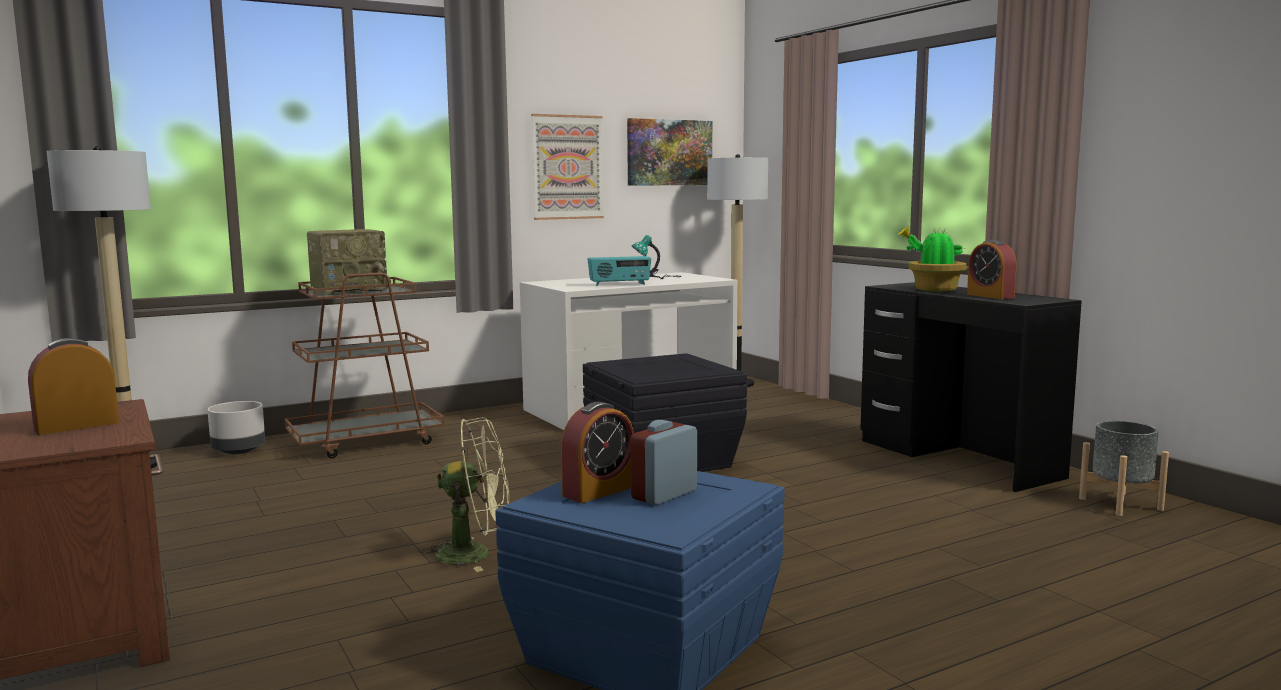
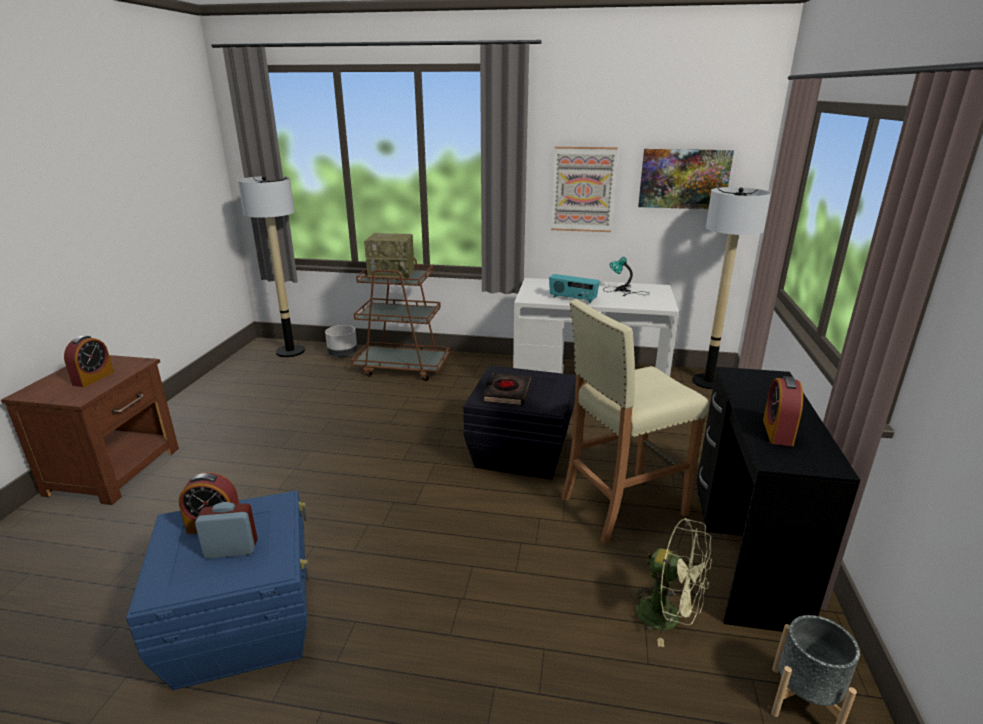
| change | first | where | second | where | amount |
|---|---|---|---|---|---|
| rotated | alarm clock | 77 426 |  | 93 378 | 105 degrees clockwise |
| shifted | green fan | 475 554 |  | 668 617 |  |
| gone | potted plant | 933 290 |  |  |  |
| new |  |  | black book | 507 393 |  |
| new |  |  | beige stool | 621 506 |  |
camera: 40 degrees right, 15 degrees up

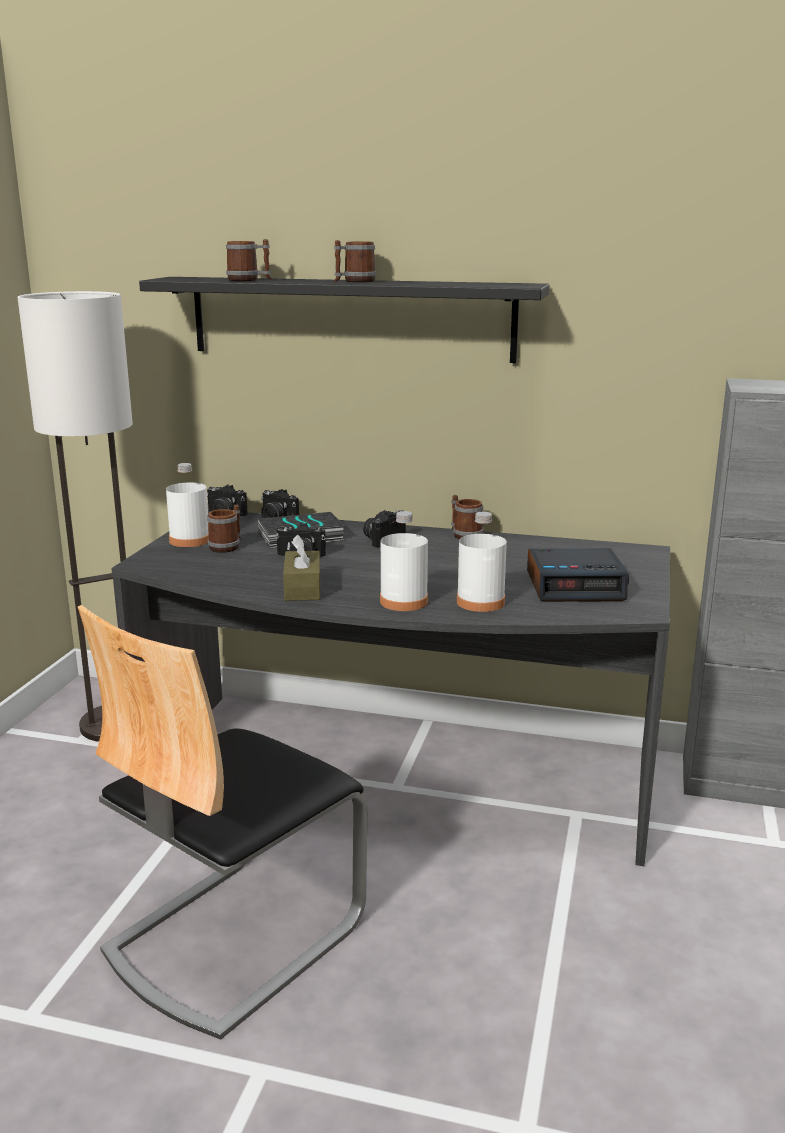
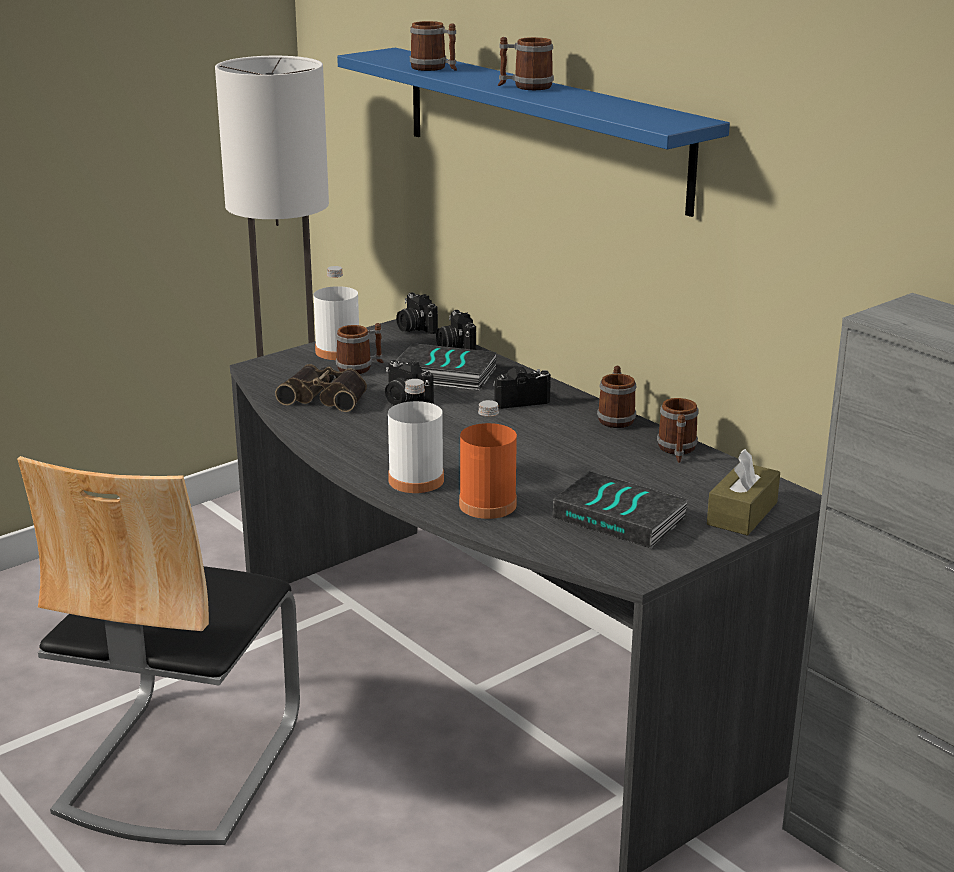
| change | first | where | second | where | amount |
|---|---|---|---|---|---|
| rotated | chair | 233 936 |  | 179 764 | 60 degrees counterclockwise |
| repainted | black shelf | 350 318 | blue shelf | 541 126 |  |
| shifted | brown tissue box | 302 588 |  | 742 513 |  |
| repainted | white bottle | 480 602 | orange bottle | 488 505 |  |
| swapped | alarm clock | 576 586 | book | 621 518 |  |
| new |  |  | binoculars | 326 397 |  |
| new |  |  | mug | 677 451 |  |
camera: 35 degrees right, 5 degrees up

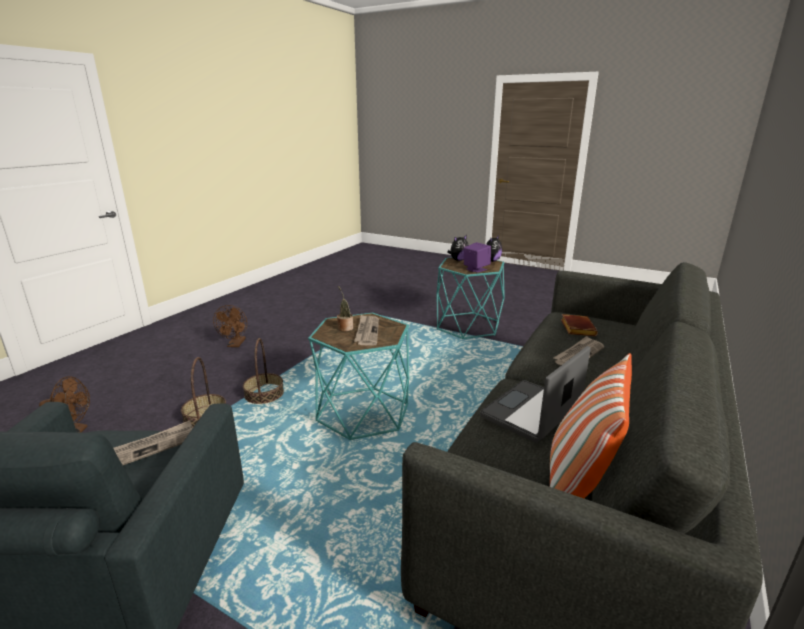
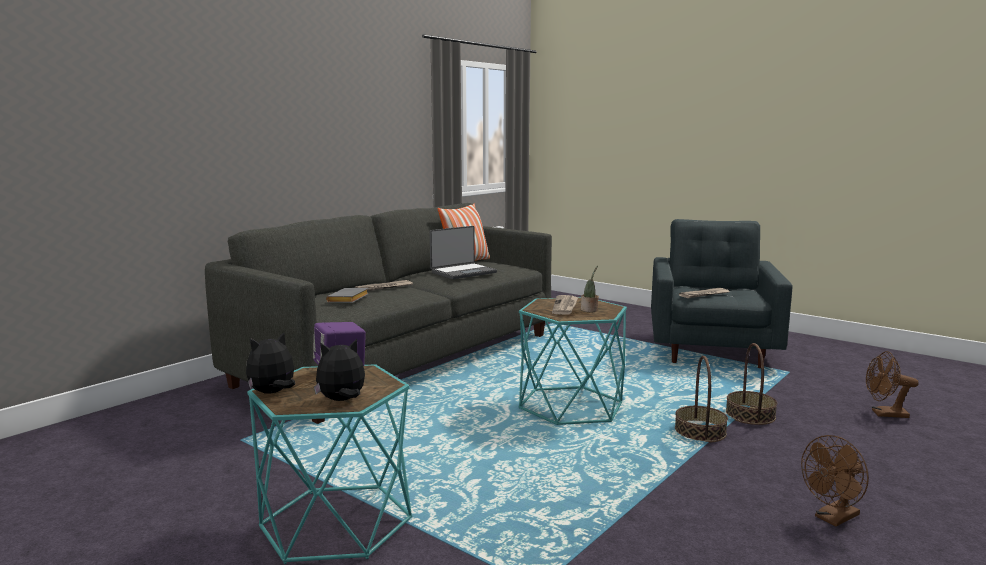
| change | first | where | second | where | amount |
|---|---|---|---|---|---|
| rotated | brown fan | 235 344 |  | 833 518 | 135 degrees counterclockwise |
| repainted | brown book | 576 328 | grey book | 348 300 |  |
camera: 170 degrees left, 10 degrees down

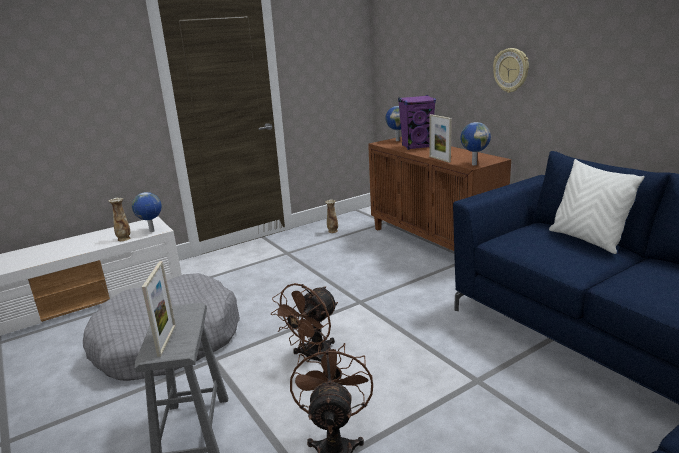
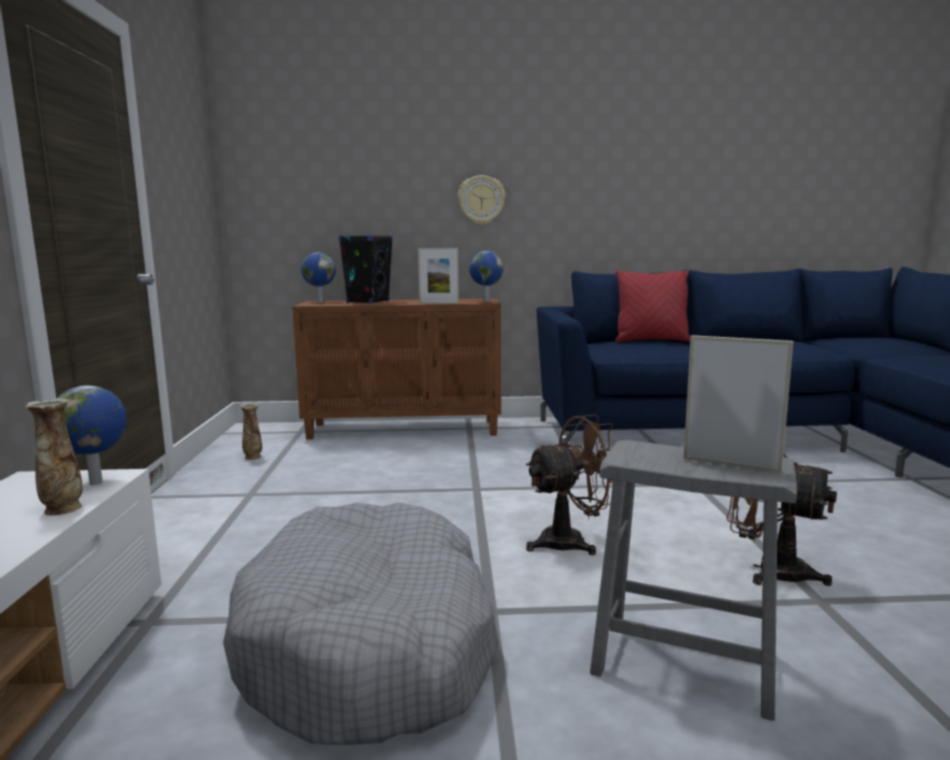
| change | first | where | second | where | amount |
|---|---|---|---|---|---|
| rotated | brown fan | 312 358 |  | 572 541 | 90 degrees counterclockwise |
| repainted | purple speaker | 416 146 | black speaker | 368 302 |  |
| repainted | white pillow | 587 240 | red pillow | 651 341 |  |
camera: 60 degrees left, 10 degrees down

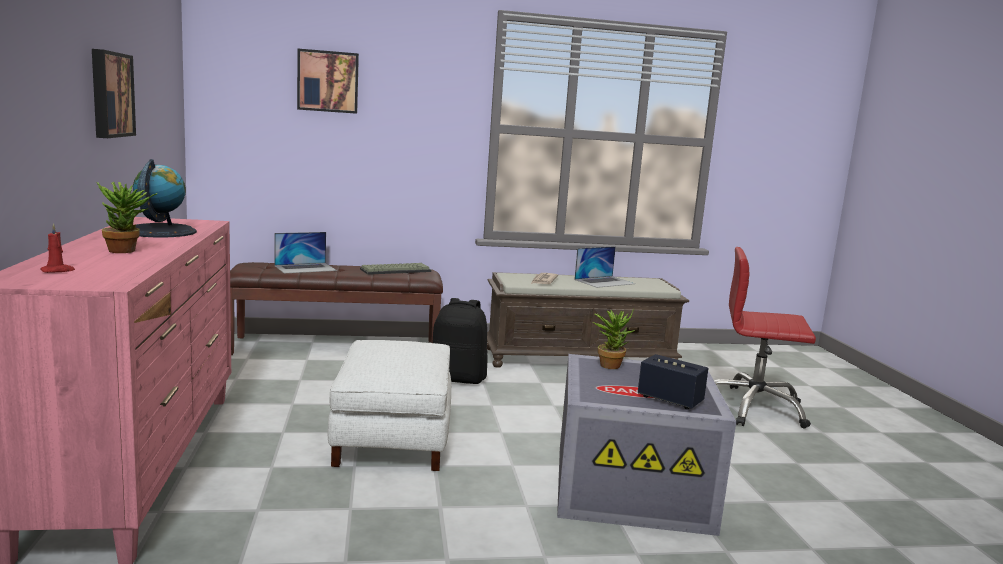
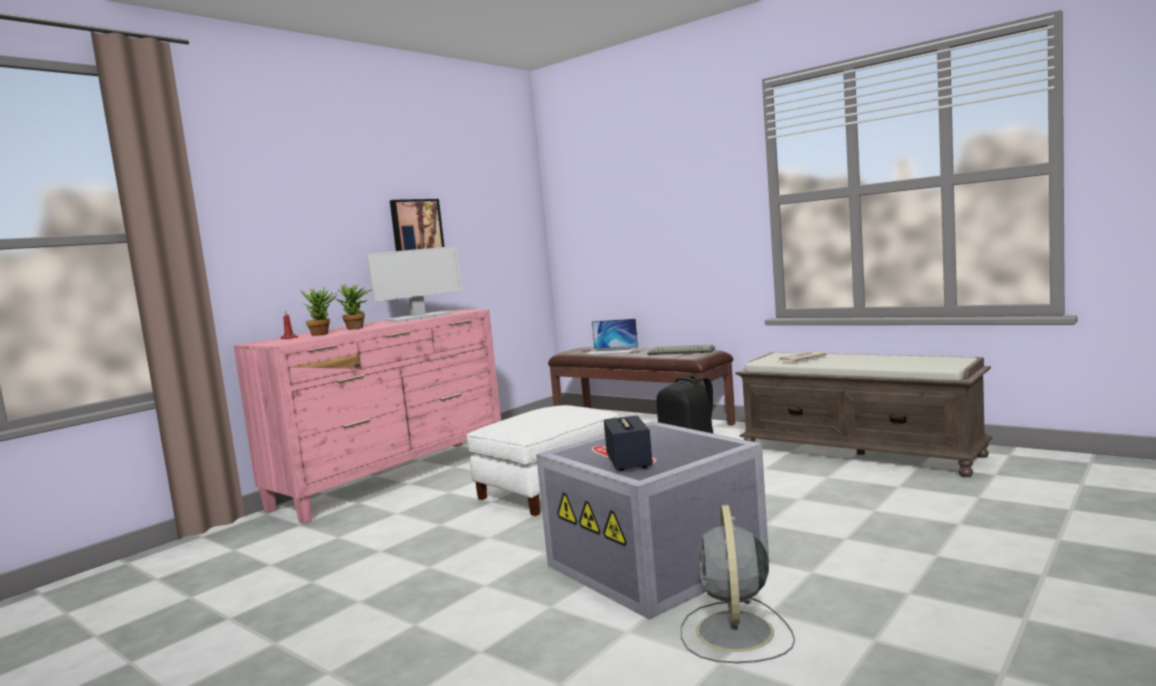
| change | first | where | second | where | amount |
|---|---|---|---|---|---|
| swapped | globe | 160 231 | monitor | 419 317 |  |
| gone | picture | 328 81 |  |  |  |
| gone | laptop | 604 281 |  |  |  |
| shifted | potted plant | 609 364 |  | 323 334 |  |
| gone | red office chair | 753 408 |  |  |  |
| new |  |  | grey fan | 735 633 |  |
camera: 50 degrees right, 5 degrees down

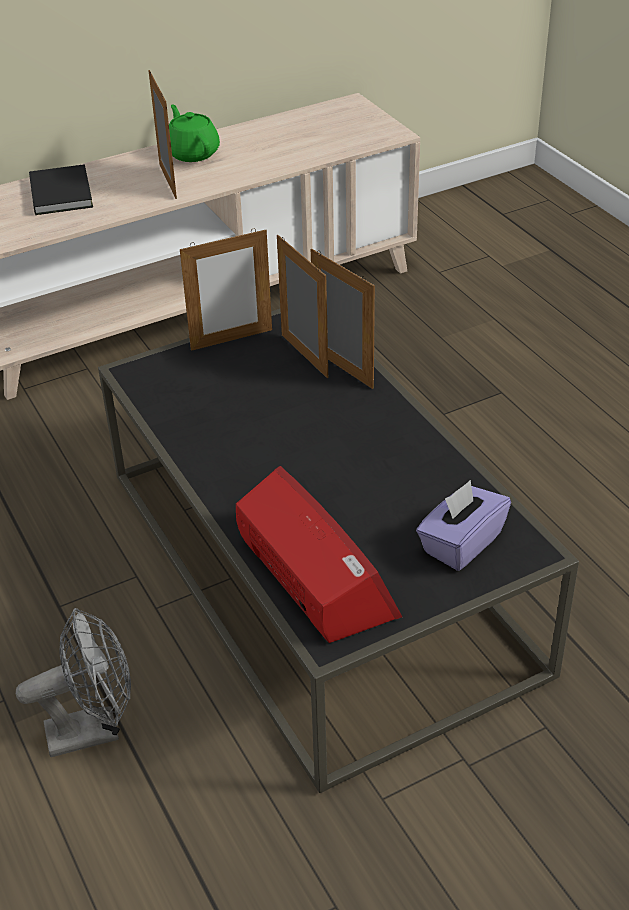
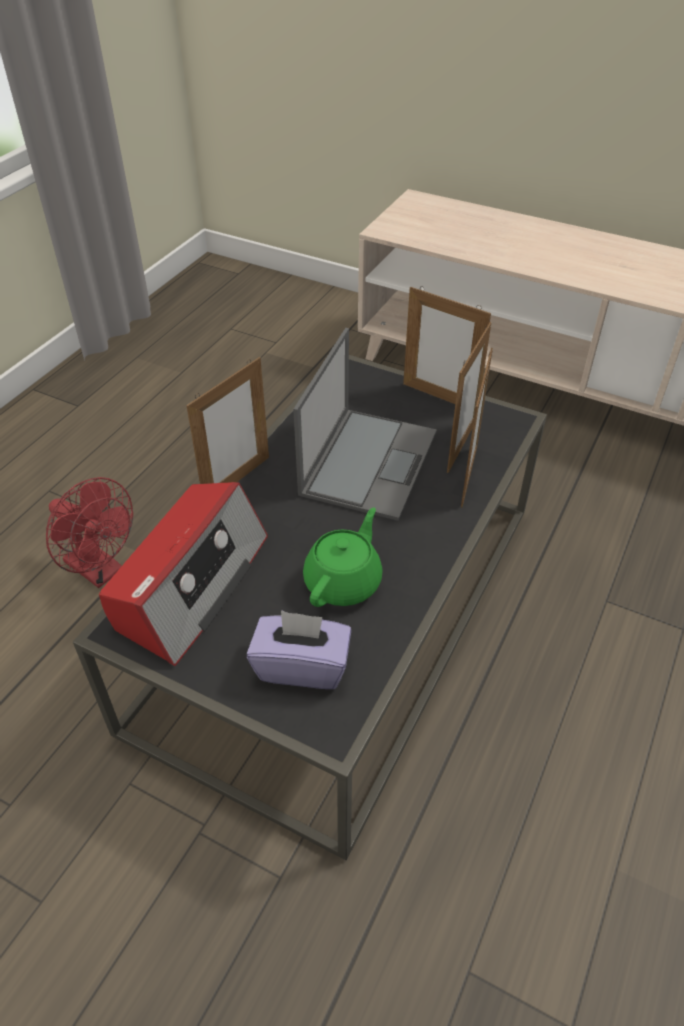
| change | first | where | second | where | amount |
|---|---|---|---|---|---|
| repainted | grey fan | 94 729 | red fan | 101 570 |  |
| gone | black book | 62 192 |  |  |  |
| shifted | picture frame | 167 181 |  | 237 481 |  |
| shifted | green teapot | 192 153 |  | 344 581 |  |
| new |  |  | laptop | 369 461 |  |
camera: 55 degrees right, 5 degrees up

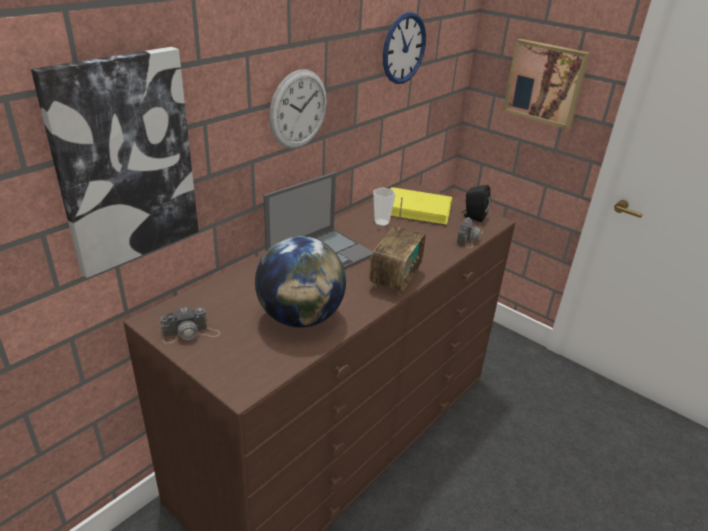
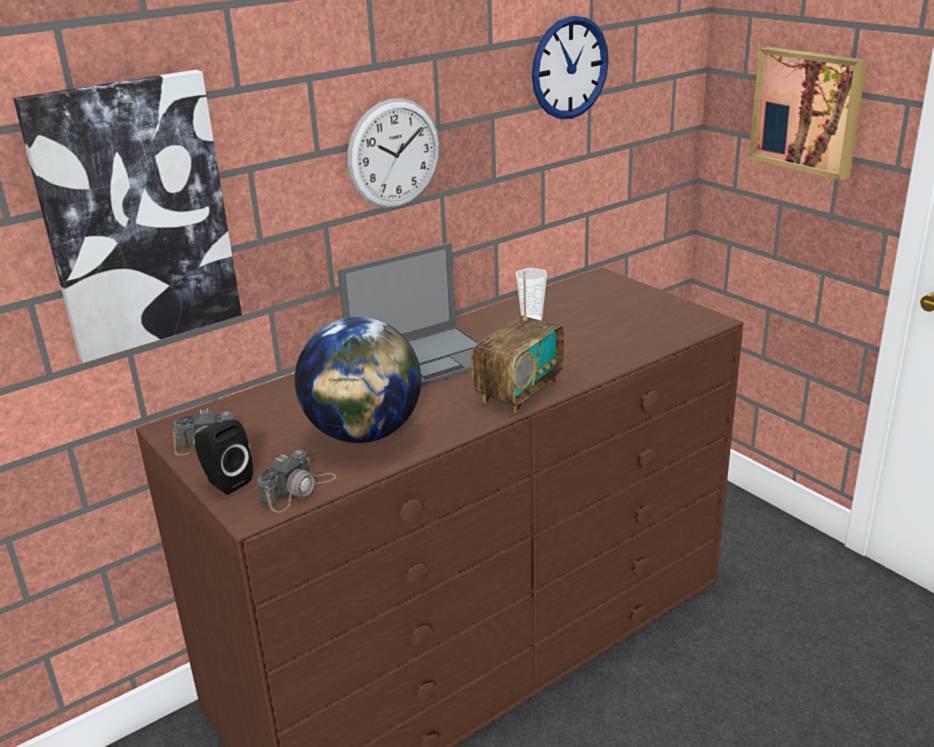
| change | first | where | second | where | amount |
|---|---|---|---|---|---|
| gone | yellow book | 417 210 |  |  |  |
| shifted | photo camera | 469 238 |  | 298 490 |  |
| shifted | black speaker | 473 217 |  | 225 481 |  |
camera: 15 degrees right, 5 degrees down

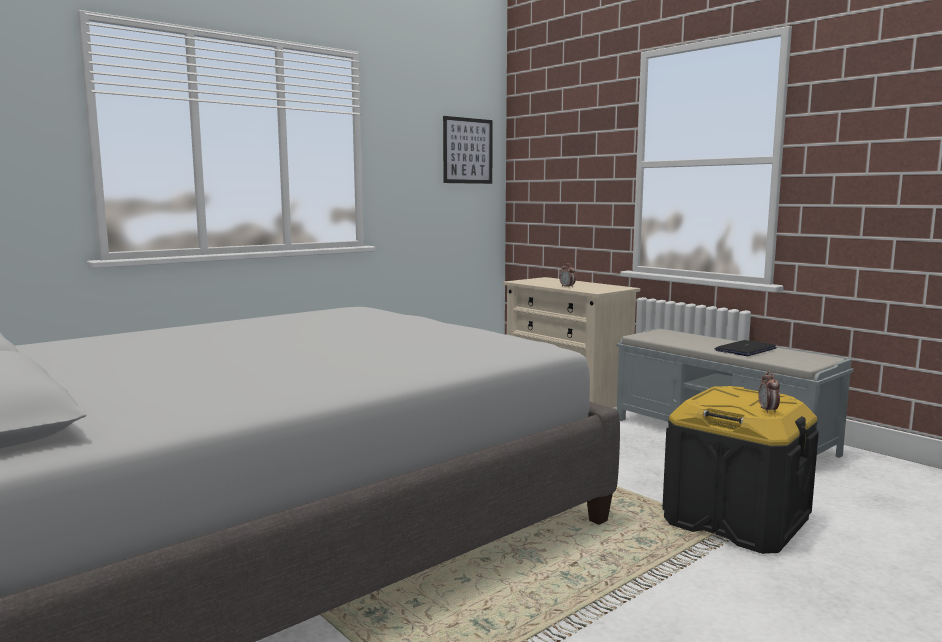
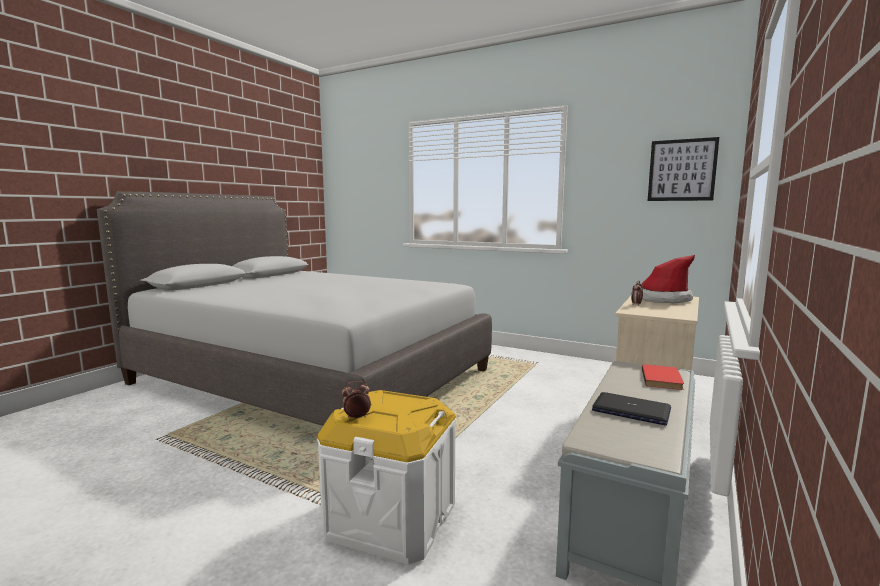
| change | first | where | second | where | amount |
|---|---|---|---|---|---|
| repainted | black storage box | 736 520 | white storage box | 391 519 |  |
| new |  |  | hat | 663 299 |  |
| new |  |  | red book | 663 379 |  |
camera: 70 degrees right, 0 degrees up

